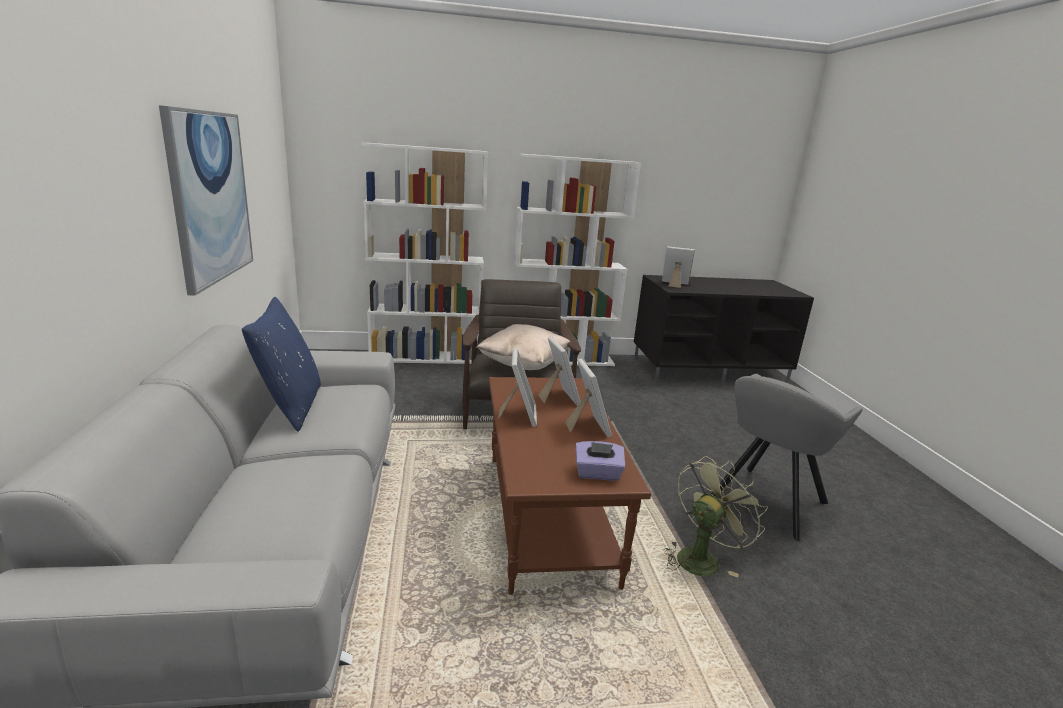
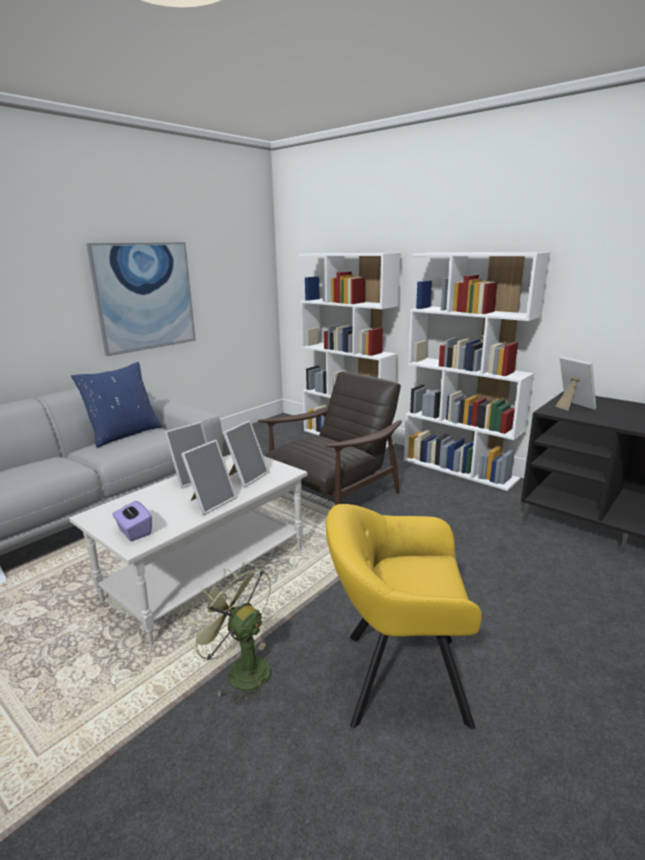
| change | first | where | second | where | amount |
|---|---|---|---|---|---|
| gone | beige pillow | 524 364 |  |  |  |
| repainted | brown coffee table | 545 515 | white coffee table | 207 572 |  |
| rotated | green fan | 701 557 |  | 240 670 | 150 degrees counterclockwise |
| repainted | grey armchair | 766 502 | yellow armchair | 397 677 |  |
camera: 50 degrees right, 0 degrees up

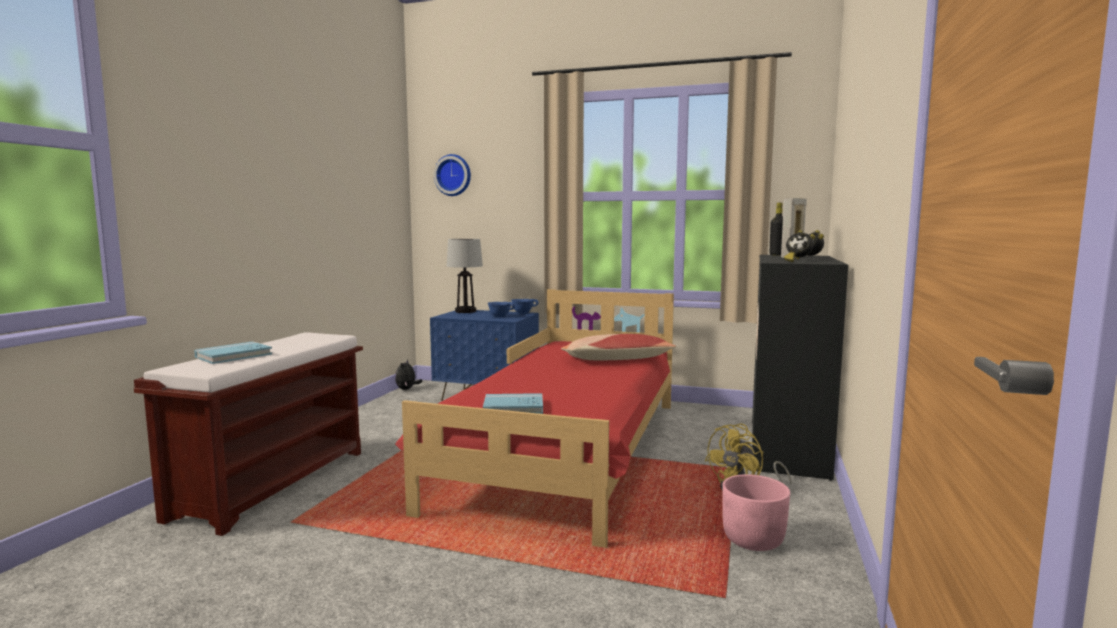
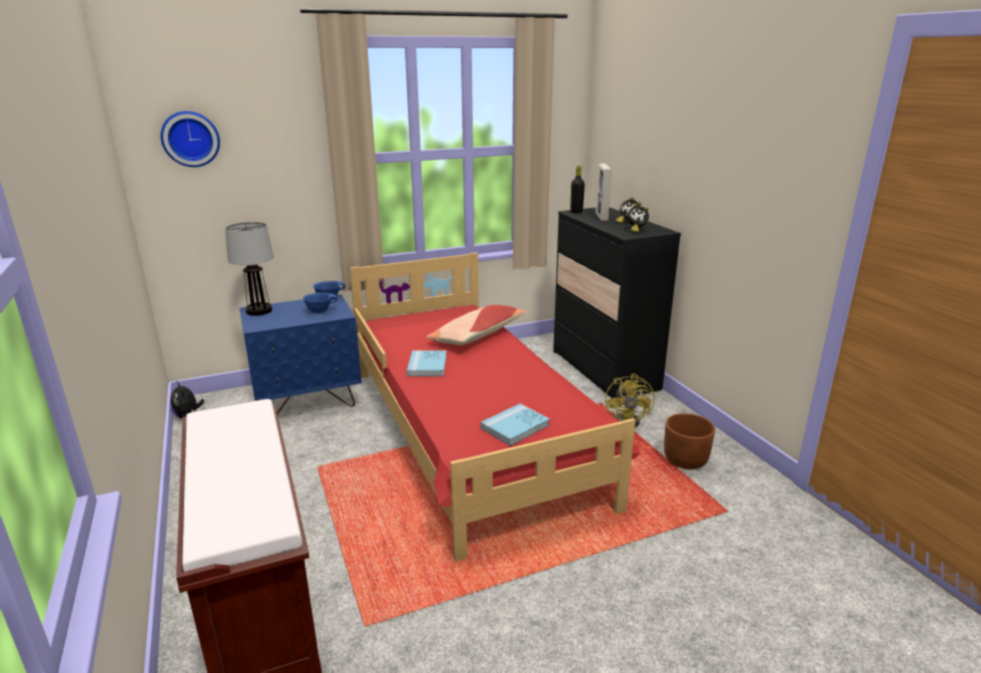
| change | first | where | second | where | amount |
|---|---|---|---|---|---|
| shifted | blue book | 234 355 |  | 427 365 |  |
| repainted | pink planter | 752 540 | brown planter | 685 460 |  |
camera: 40 degrees left, 15 degrees up

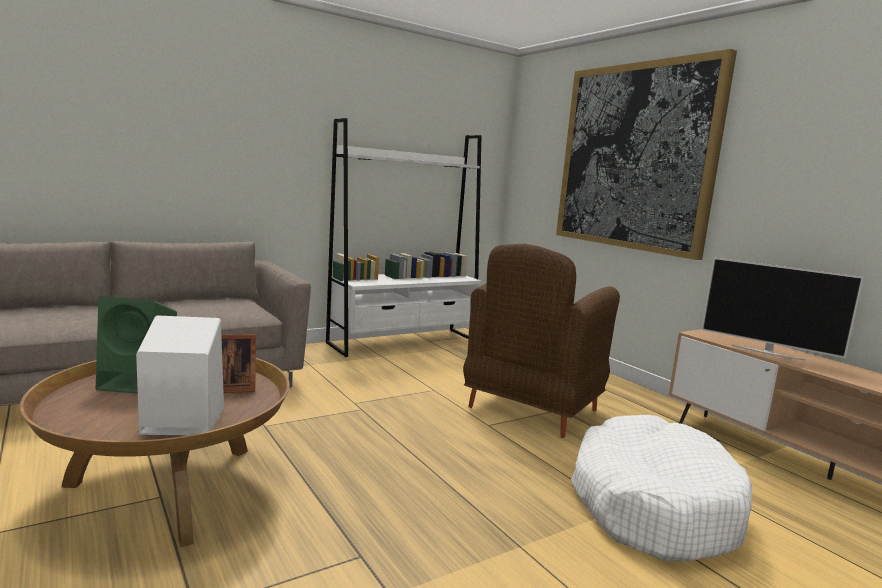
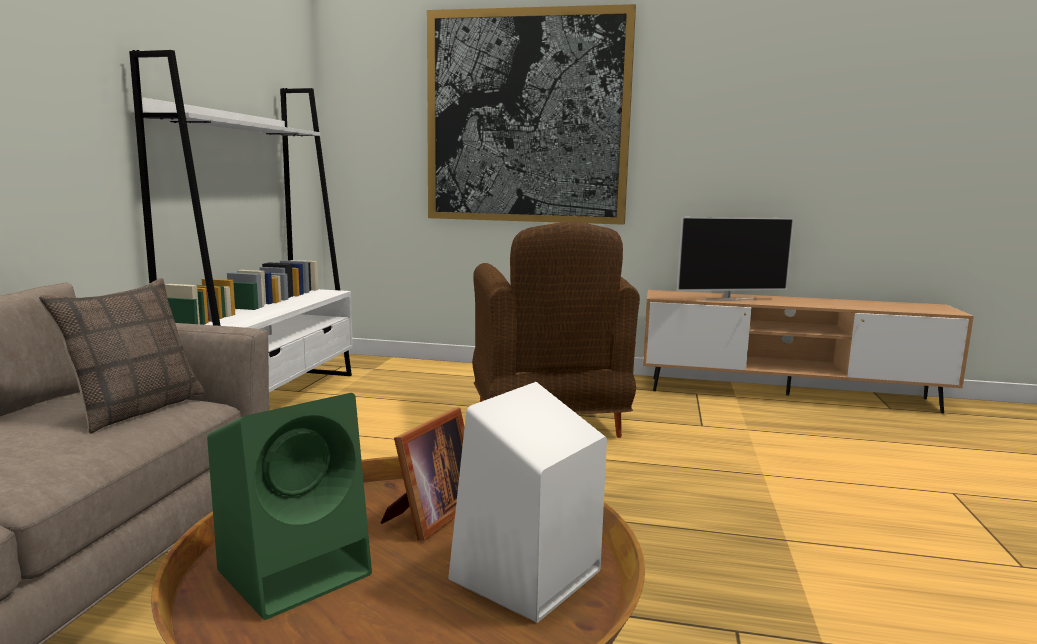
| change | first | where | second | where | amount |
|---|---|---|---|---|---|
| gone | white dog bed | 652 505 |  |  |  |
| new |  |  | pillow | 136 409 |  |
camera: 45 degrees left, 0 degrees up

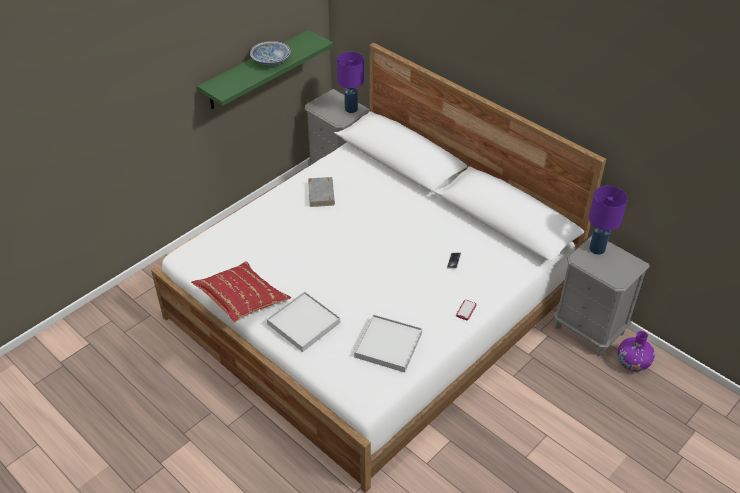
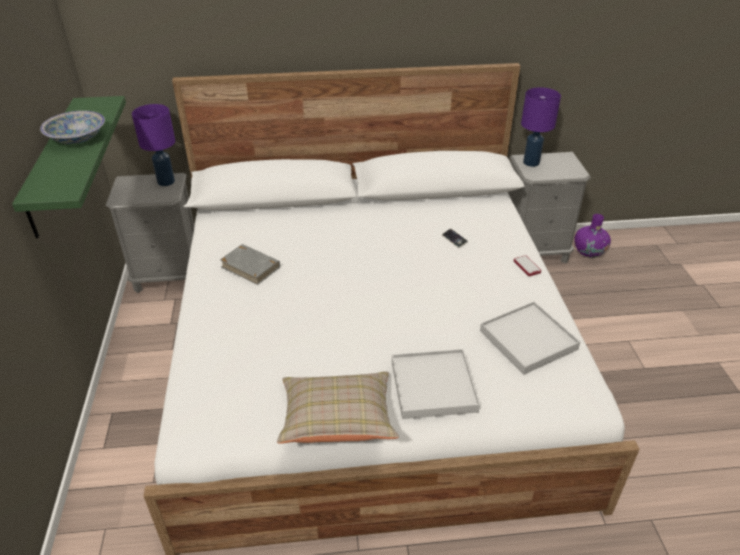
| change | first | where | second | where | amount |
|---|---|---|---|---|---|
| repainted | red pillow | 242 301 | beige pillow | 337 421 |  |
camera: 50 degrees left, 5 degrees down

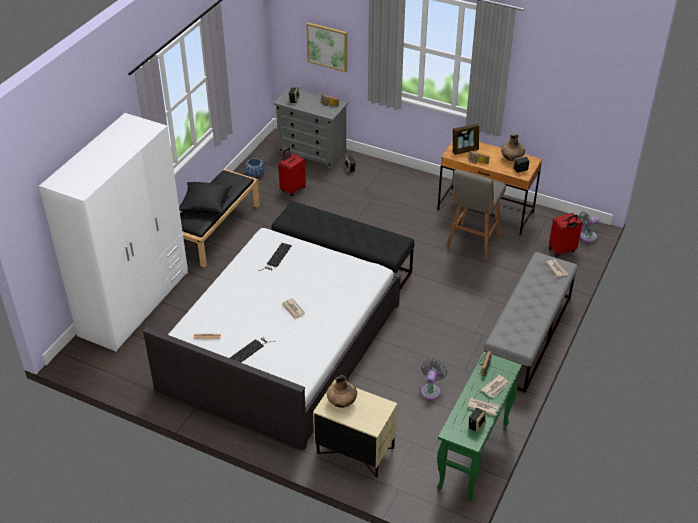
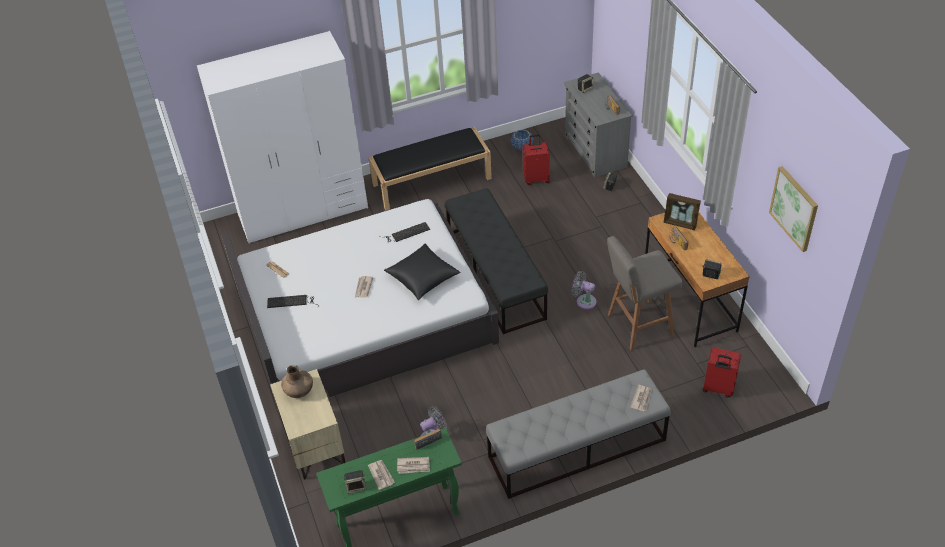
| change | first | where | second | where | amount |
|---|---|---|---|---|---|
| shifted | black pillow | 205 204 |  | 423 278 |  |
| shifted | picture | 327 46 |  | 794 208 |  |
| gone | brown vase | 512 158 |  |  |  |
| shifted | grey fan | 586 237 |  | 584 301 |  |
camera: 45 degrees right, 5 degrees up

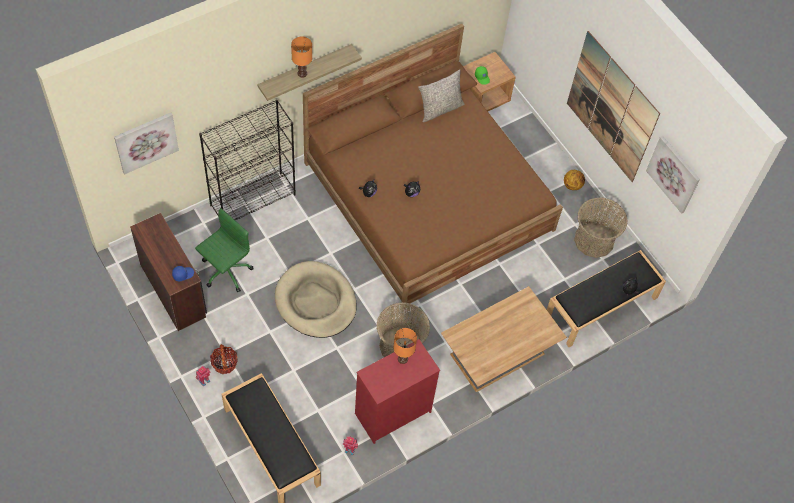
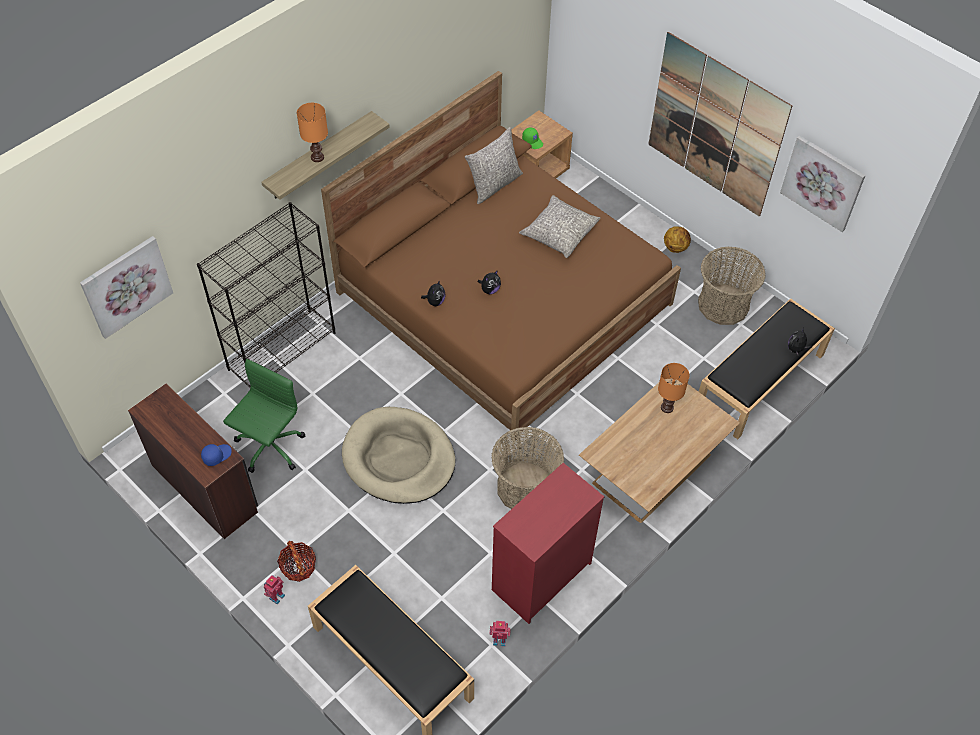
| change | first | where | second | where | amount |
|---|---|---|---|---|---|
| shifted | orange table lamp | 402 359 |  | 666 407 |  |
| new |  |  | grey pillow | 559 232 |  |
camera: 10 degrees left, 5 degrees down

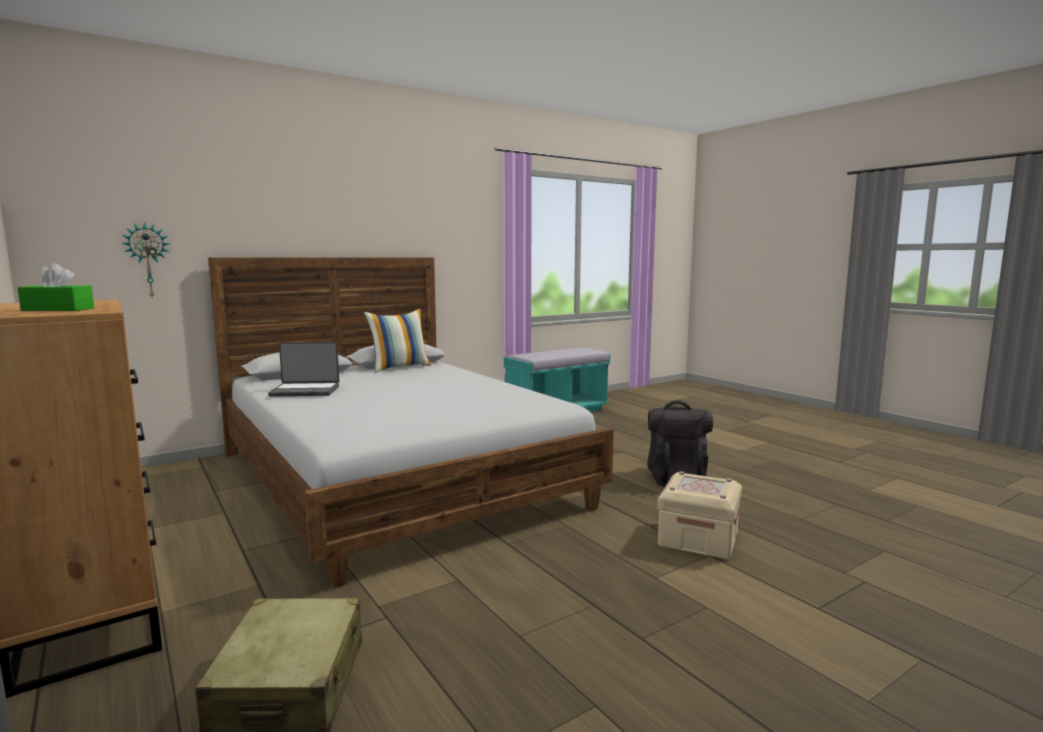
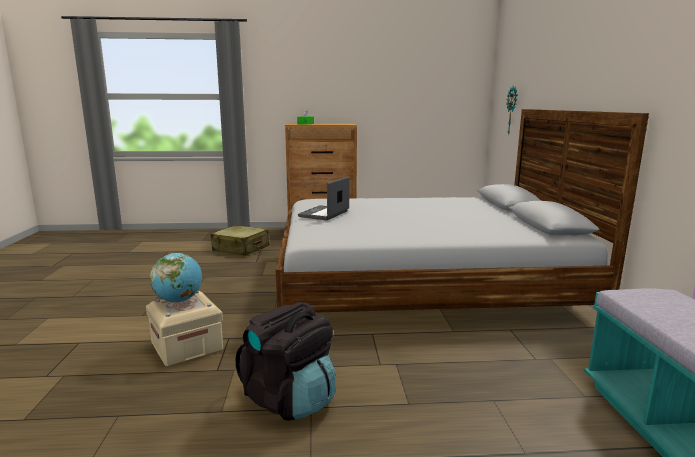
| change | first | where | second | where | amount |
|---|---|---|---|---|---|
| shifted | laptop | 305 391 |  | 325 214 |  |
| gone | pillow | 400 367 |  |  |  |
| new |  |  | globe | 179 300 |  |
camera: 120 degrees right, 5 degrees up

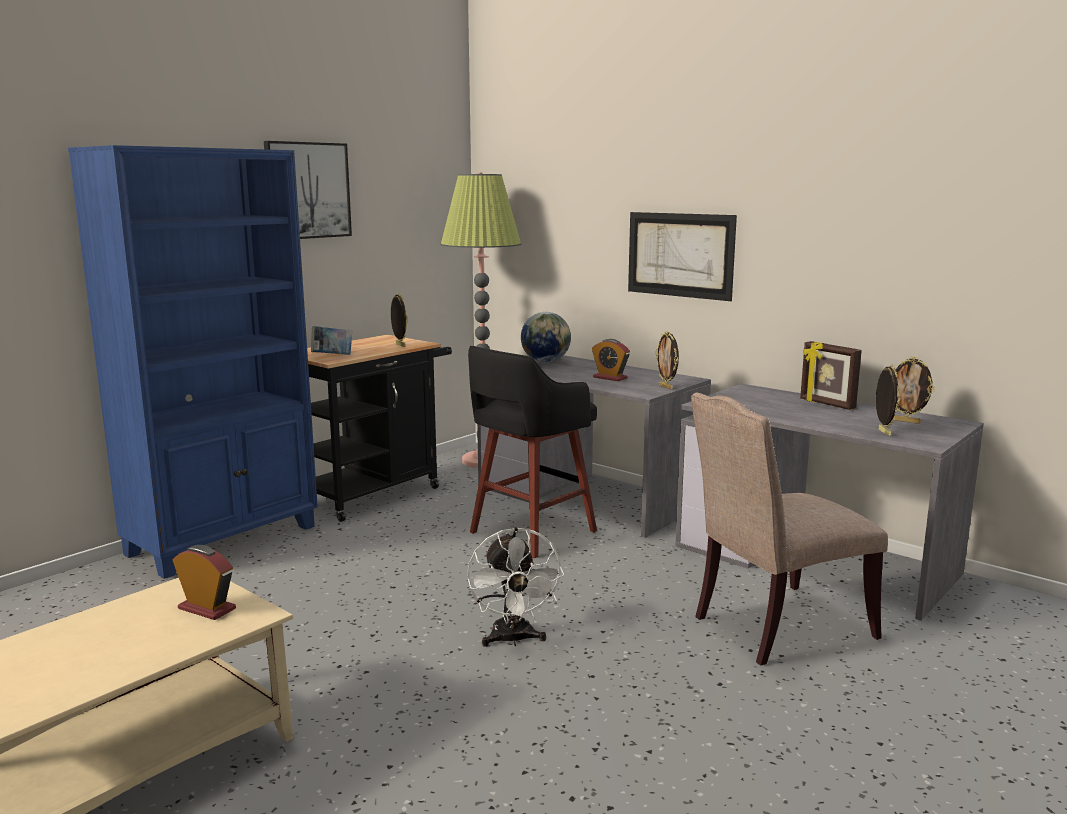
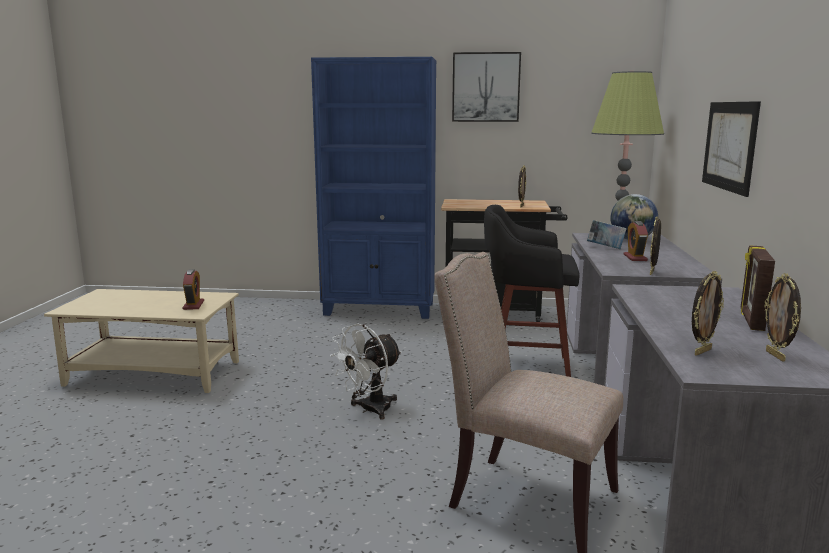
| change | first | where | second | where | amount |
|---|---|---|---|---|---|
| shifted | book | 332 356 |  | 605 248 |  |
camera: 55 degrees right, 0 degrees up

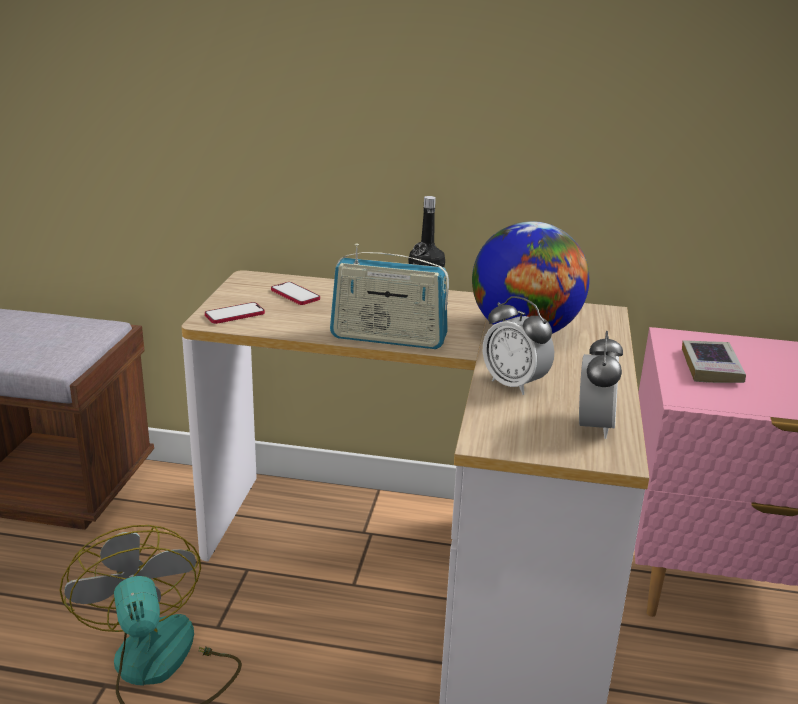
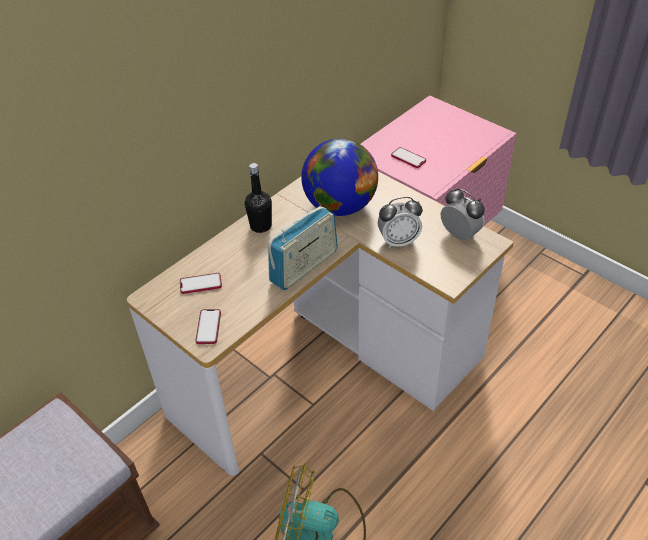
| change | first | where | second | where | amount |
|---|---|---|---|---|---|
| swapped | book | 711 367 | phone | 408 158 |  |
camera: 55 degrees left, 20 degrees up

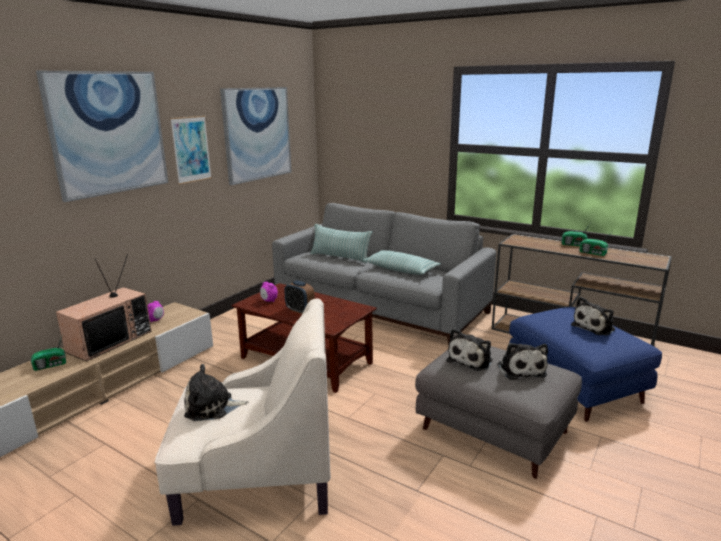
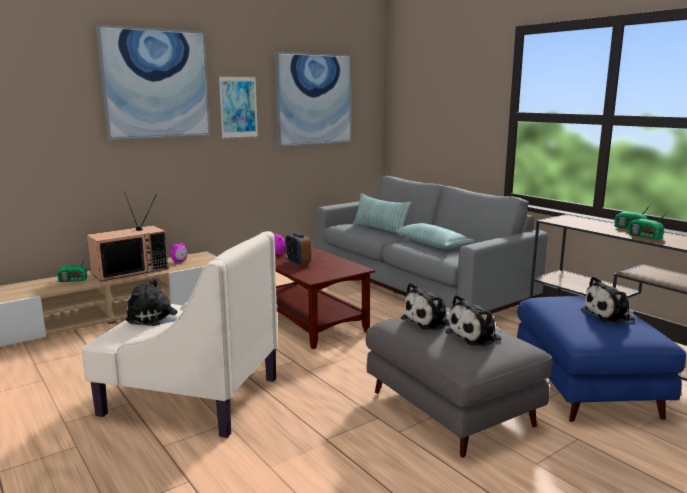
| change | first | where | second | where | amount |
|---|---|---|---|---|---|
| rotated | plush toy | 520 369 |  | 476 336 | 45 degrees clockwise |
camera: 20 degrees right, 5 degrees down

